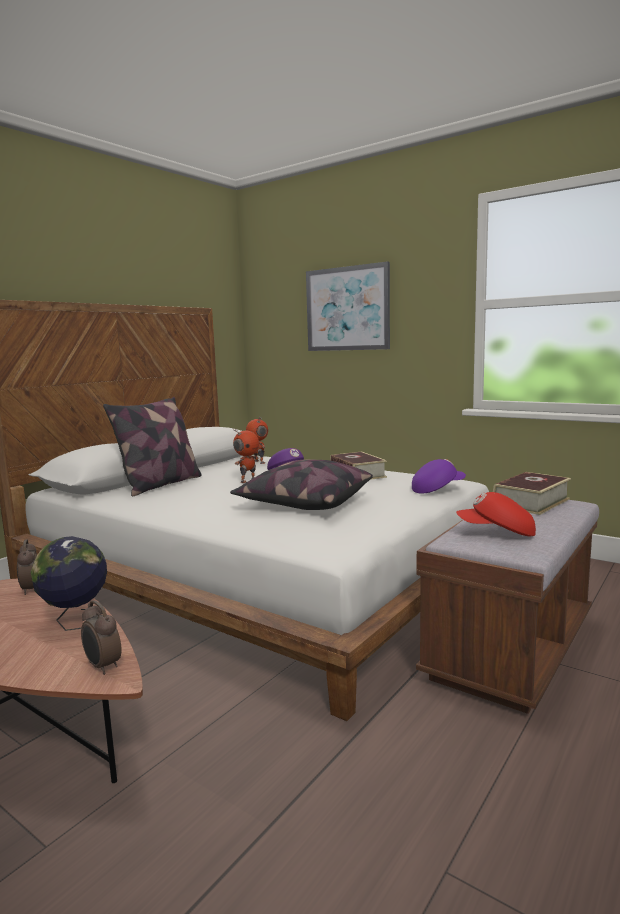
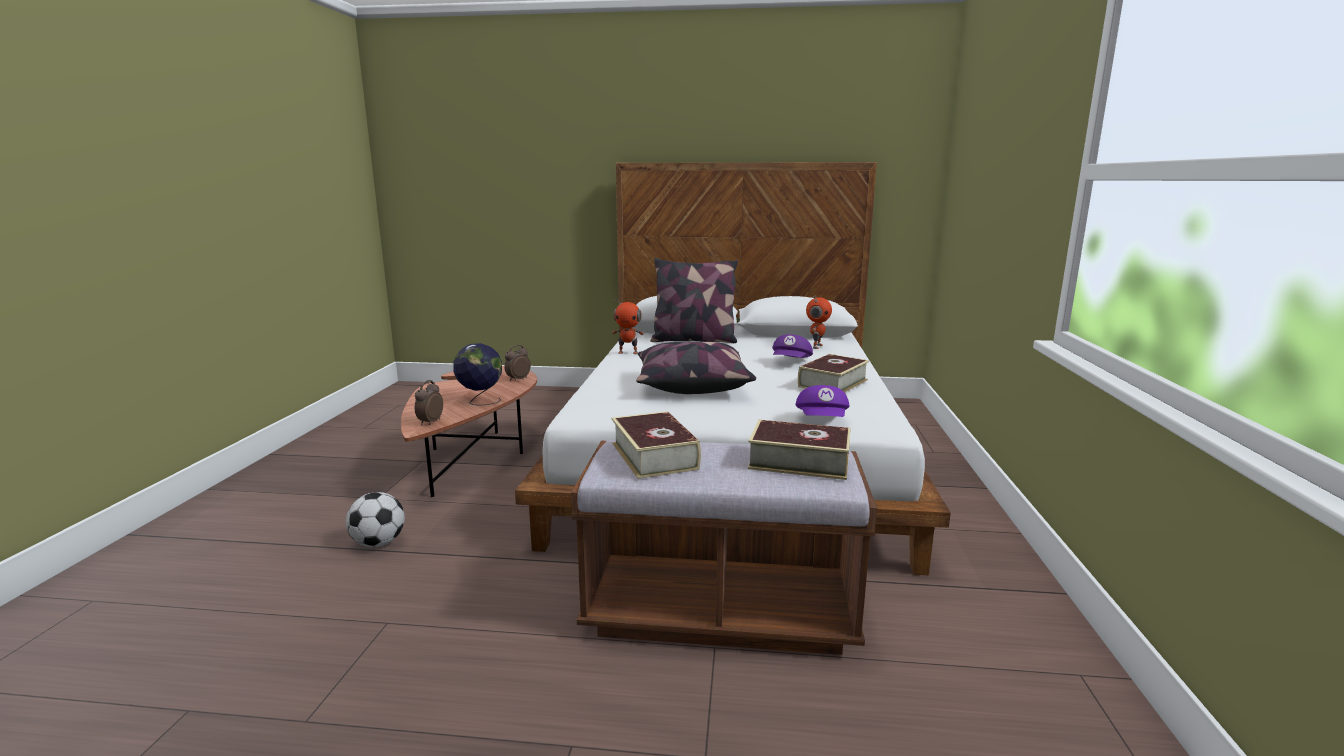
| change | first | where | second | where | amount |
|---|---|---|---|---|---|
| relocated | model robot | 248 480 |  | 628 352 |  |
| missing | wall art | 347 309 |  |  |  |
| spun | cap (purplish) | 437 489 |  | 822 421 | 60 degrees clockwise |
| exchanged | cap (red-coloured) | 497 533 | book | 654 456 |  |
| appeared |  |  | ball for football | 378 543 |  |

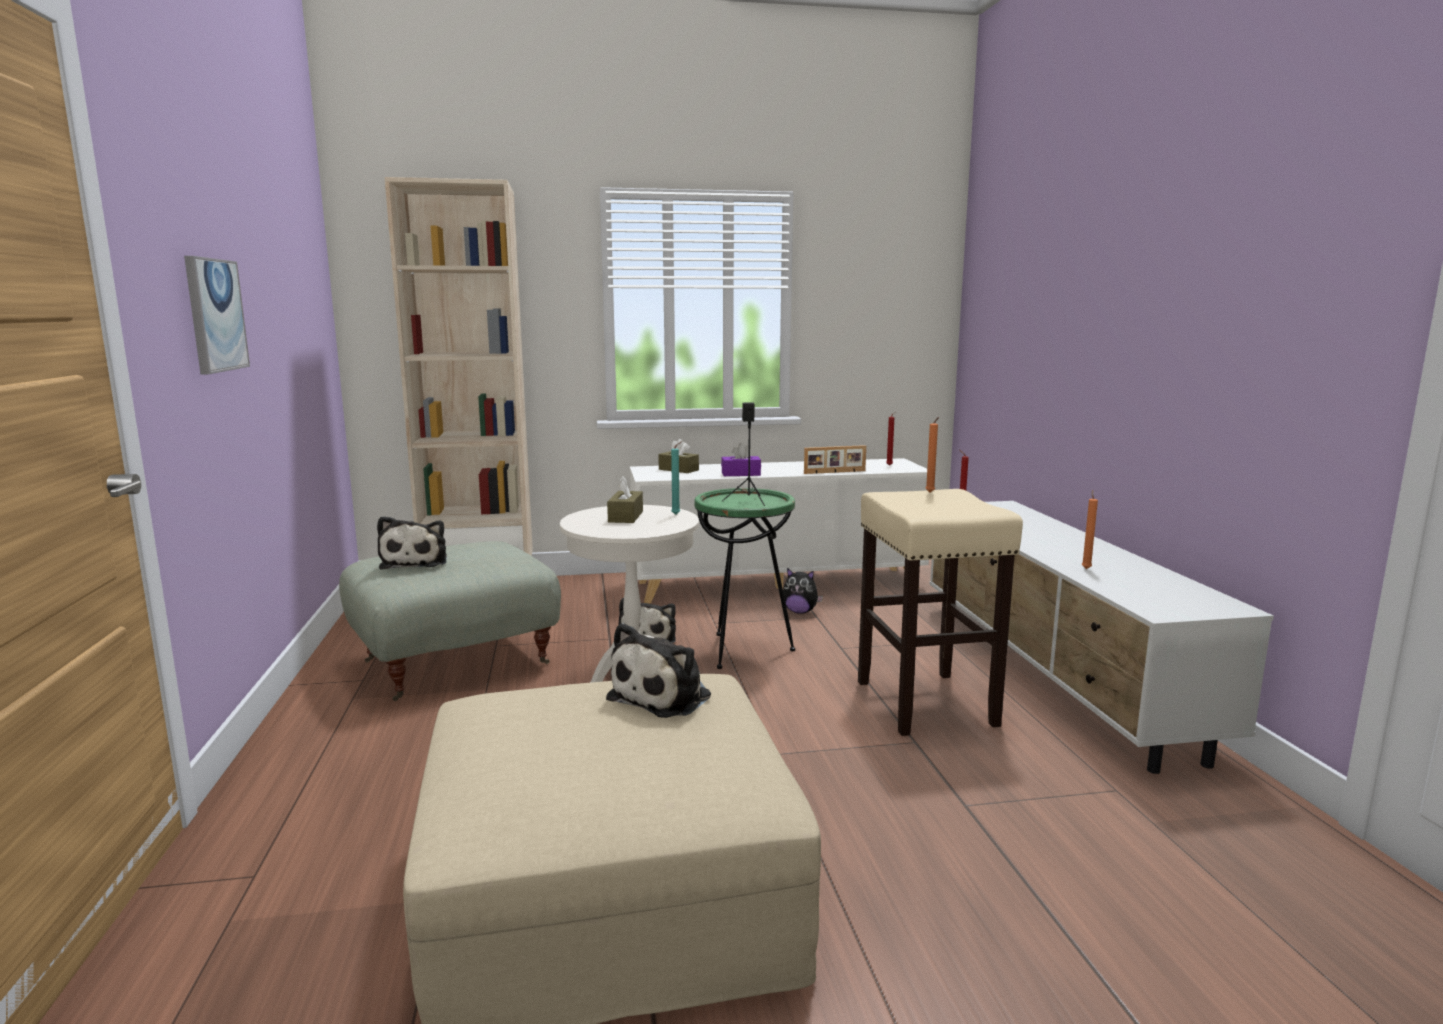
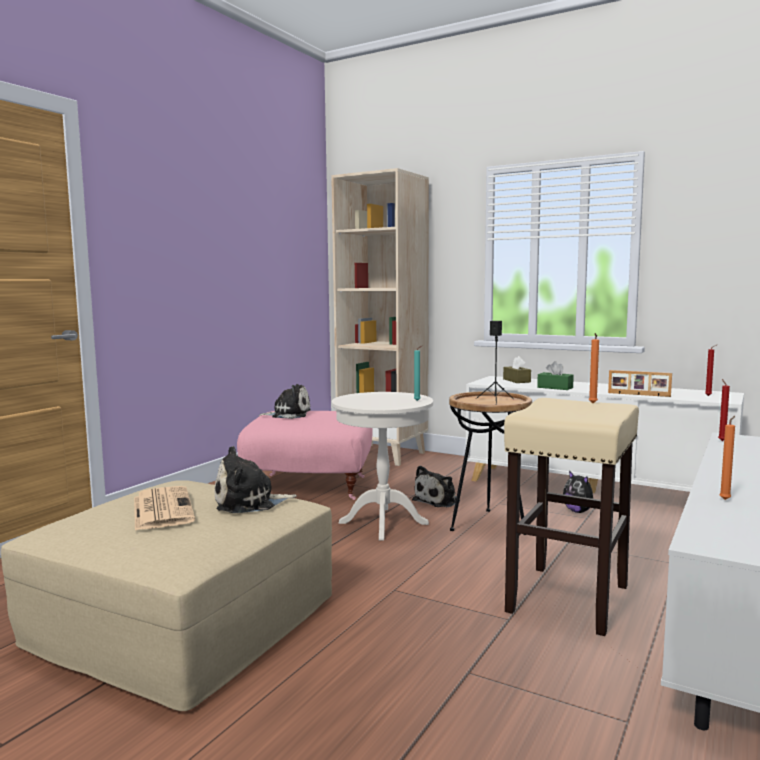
| change | first | where | second | where | amount |
|---|---|---|---|---|---|
| missing | wall art | 215 315 |  |  |  |
| colour | ottoman (gray) | 455 661 | ottoman (pink) | 310 486 |  |
| spun | soft toy | 416 562 |  | 288 414 | 120 degrees counterclockwise |
| missing | tissue holder (brown) | 625 517 |  |  |  |
| colour | side table (green) | 744 650 | side table (brown) | 488 524 |  |
| colour | tissue holder (purplish) | 741 474 | tissue holder (green) | 555 387 |  |
| appeared |  |  | daily paper | 162 509 |  |

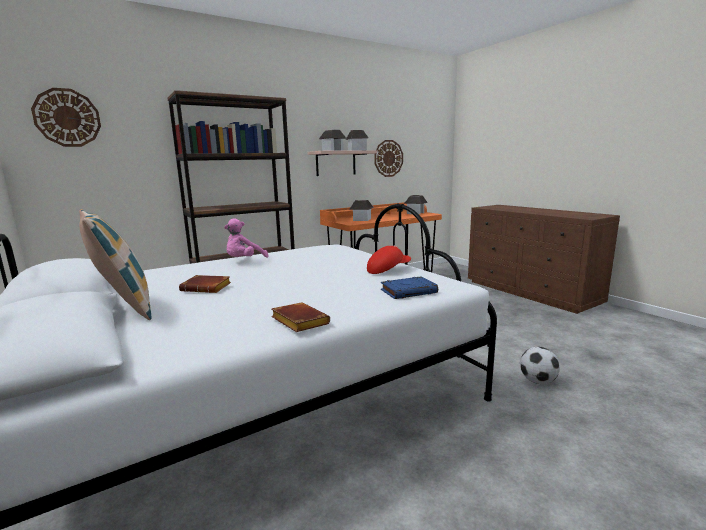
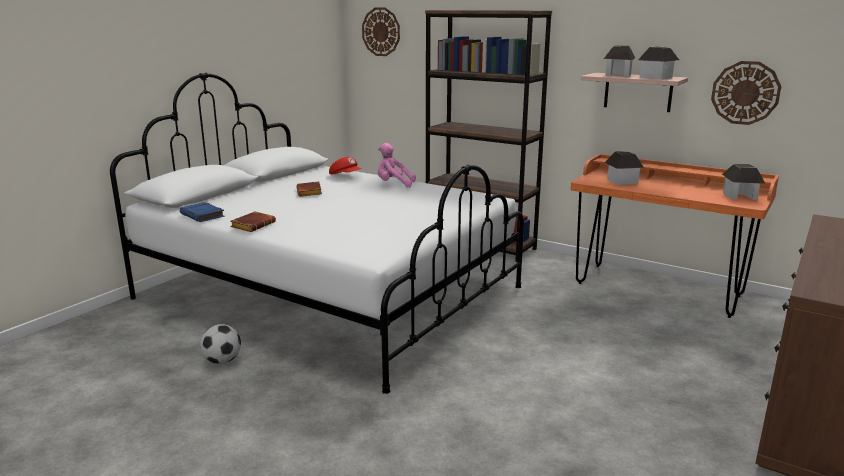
| change | first | where | second | where | amount |
|---|---|---|---|---|---|
| missing | pillow | 123 308 |  |  |  |
| relocated | cap (red-coloured) | 388 270 |  | 346 176 |  |
| relocated | book (bluish) | 409 291 |  | 203 215 |  |
| relocated | ball for football | 537 381 |  | 222 361 |  |

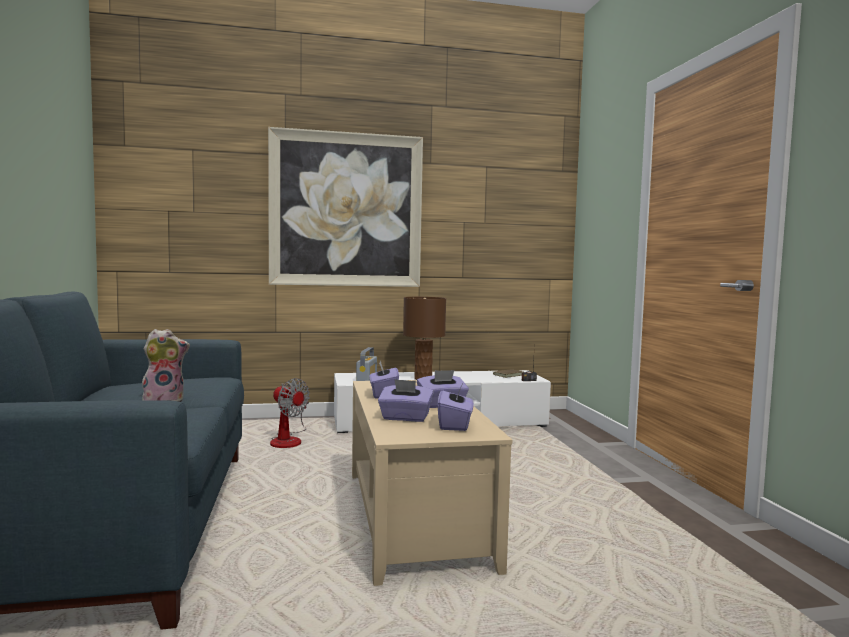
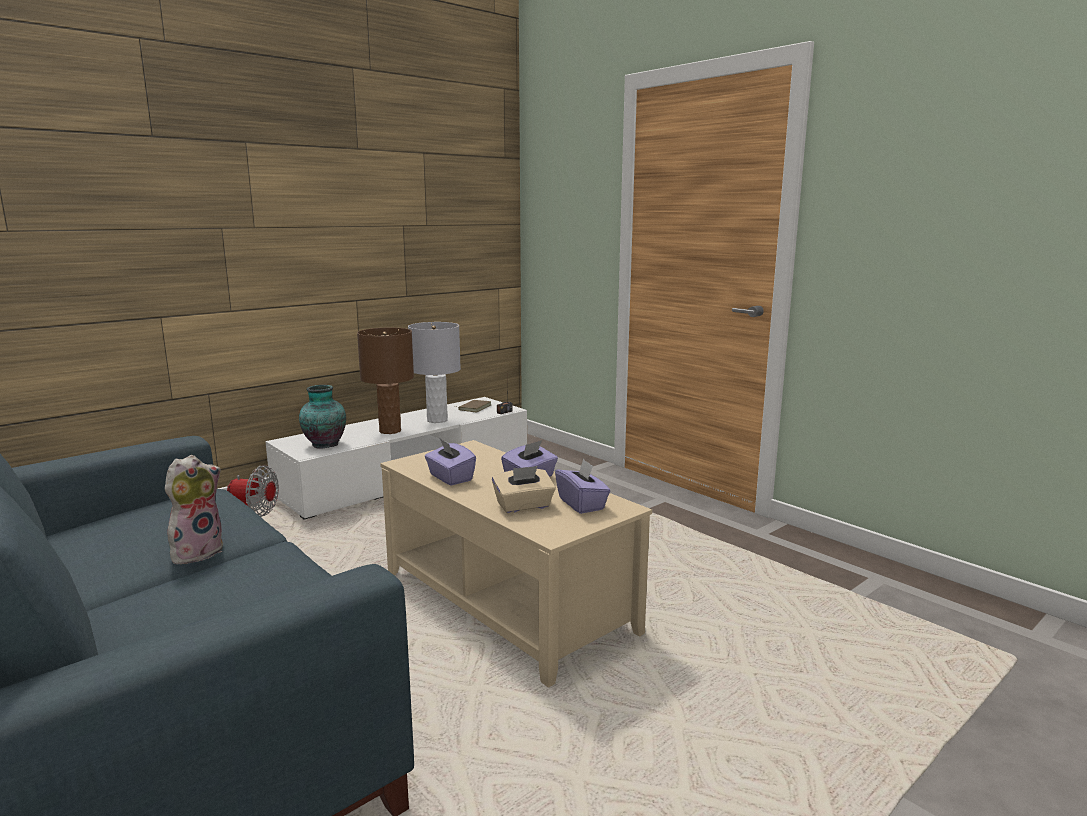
| change | first | where | second | where | amount |
|---|---|---|---|---|---|
| missing | wall art | 346 210 |  |  |  |
| exchanged | radio | 366 379 | decorative vase | 324 444 |  |
| colour | tissue holder (purplish) | 405 418 | tissue holder (beige) | 524 506 |  |
| appeared |  |  | tabletop lamp (gray) | 437 420 |  |

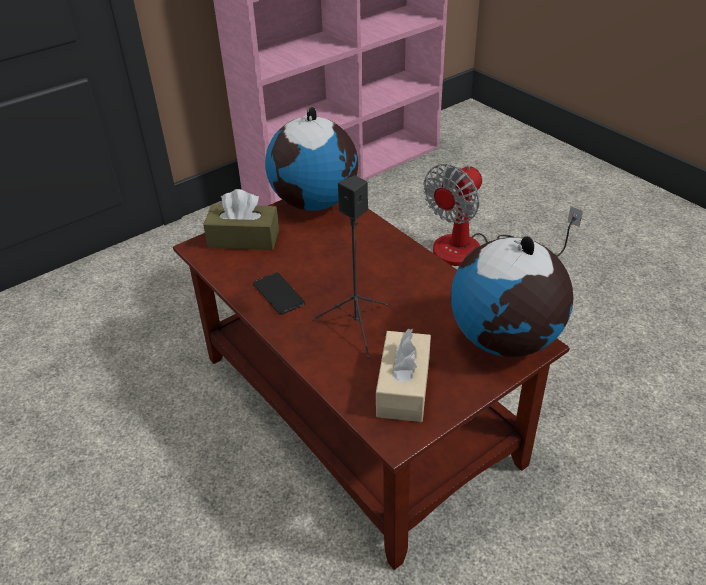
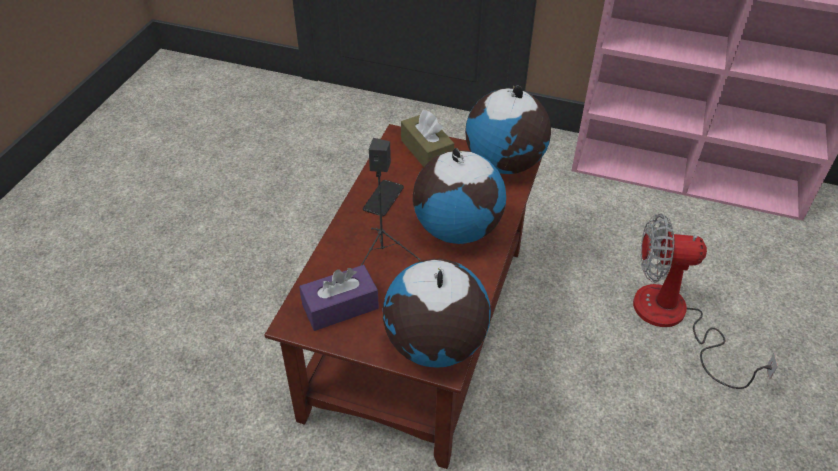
| change | first | where | second | where | amount |
|---|---|---|---|---|---|
| colour | tissue holder (beige) | 403 387 | tissue holder (purplish) | 340 307 |  |
| appeared |  |  | globe | 457 229 |  |

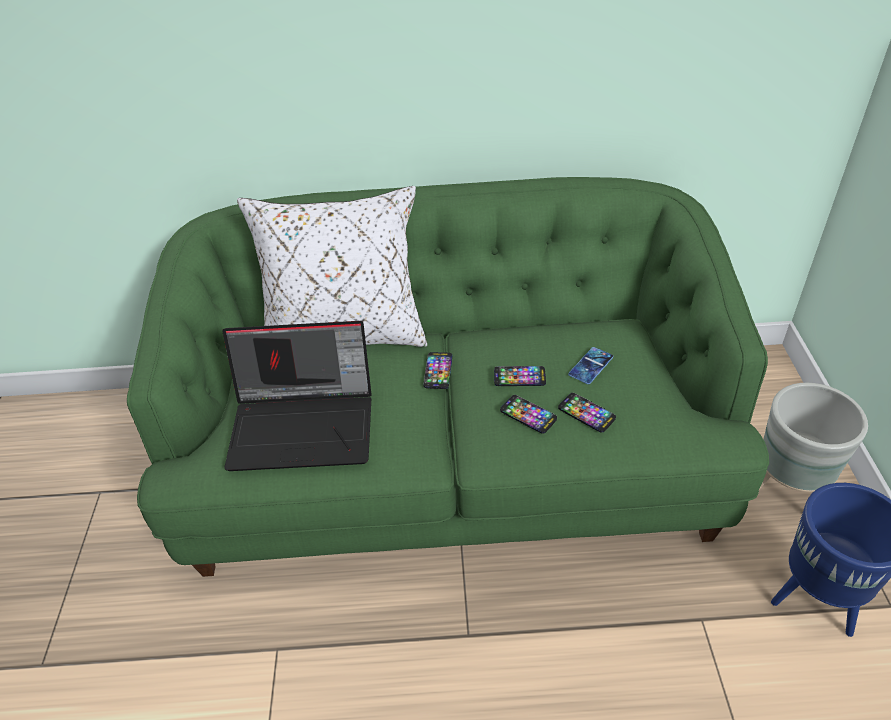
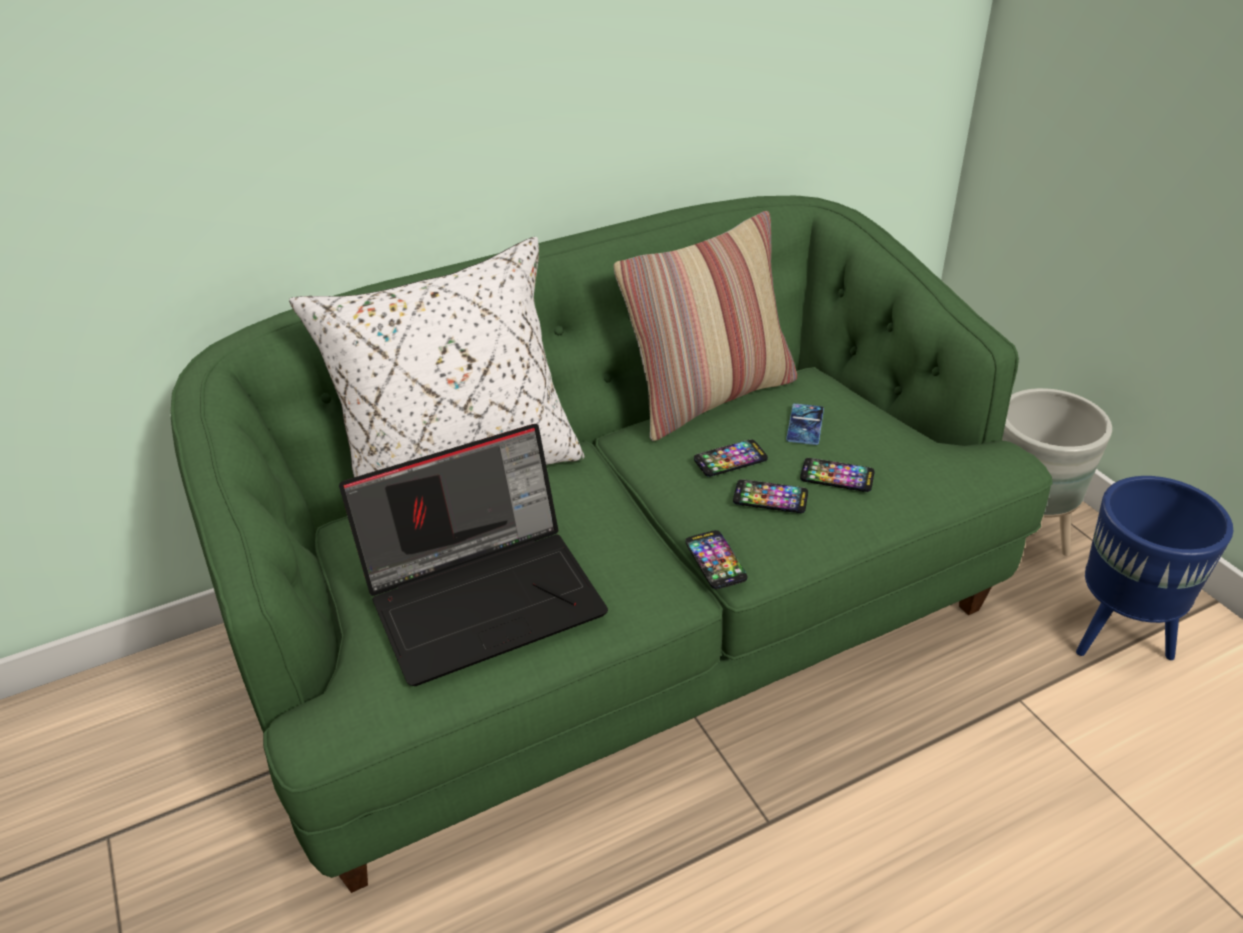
| change | first | where | second | where | amount |
|---|---|---|---|---|---|
| relocated | handset | 438 371 |  | 715 560 |  |
| appeared |  |  | pillow | 710 397 |  |

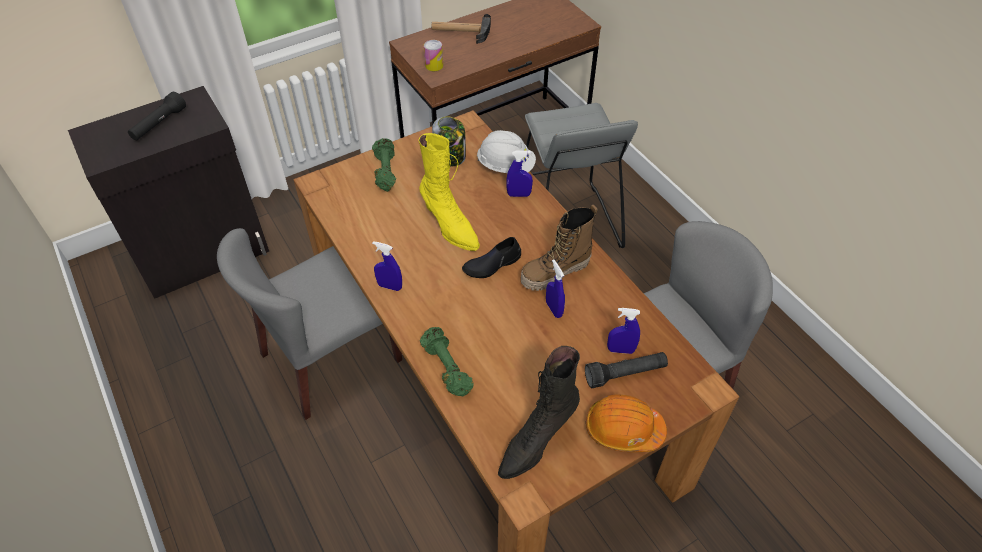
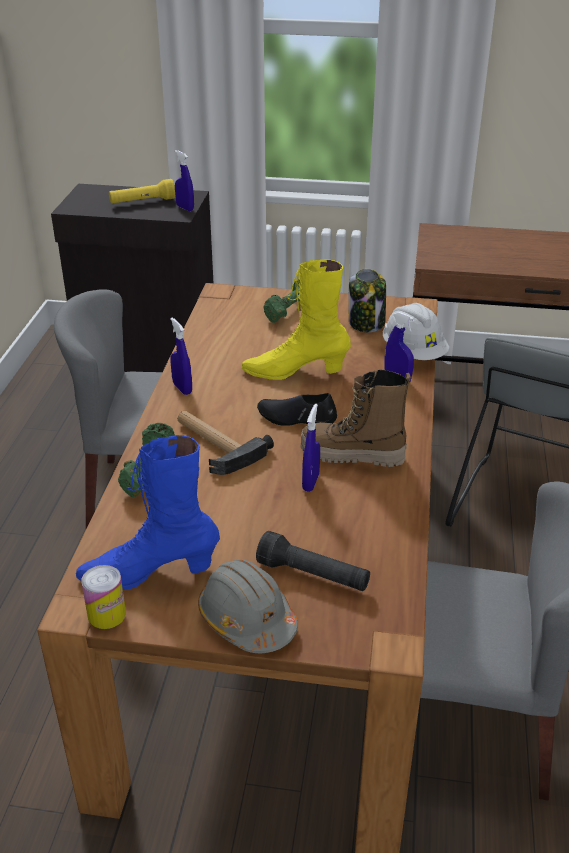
| change | first | where | second | where | amount |
|---|---|---|---|---|---|
| colour | hand torch (black-coloured) | 159 124 | hand torch (yellow-coloured) | 142 202 |  |
| spun | tall boot (yellow-coloured) | 449 226 |  | 295 372 | 90 degrees clockwise |
| relocated | metal can | 434 65 |  | 106 614 |  |
| relocated | hammer | 460 31 |  | 214 444 |  |
| colour | tall boot (black-coloured) | 536 441 | tall boot (bluish) | 149 573 |  |
| colour | work helmet (orange) | 623 429 | work helmet (gray) | 247 619 |  |
| relocated | hand sprayer (bluish) | 620 350 |  | 185 208 |  |

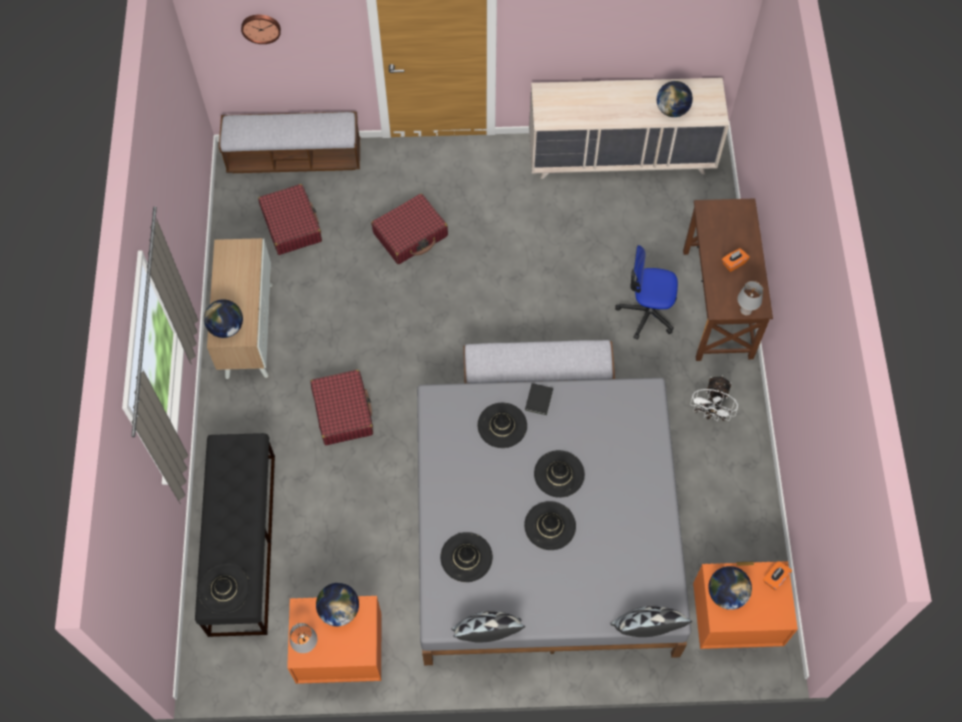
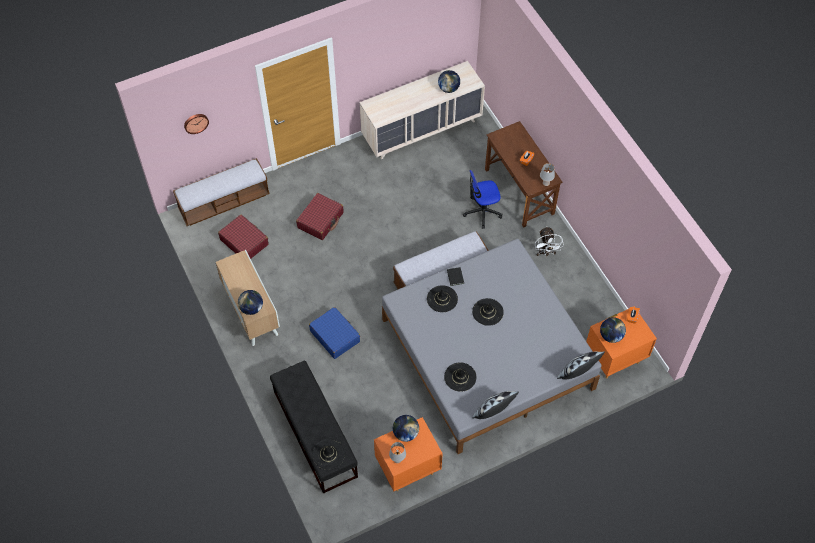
| change | first | where | second | where | amount |
|---|---|---|---|---|---|
| colour | travel case (red-coloured) | 343 412 | travel case (bluish) | 335 336 |  |
| missing | hat (black-coloured) | 550 526 |  |  |  |

